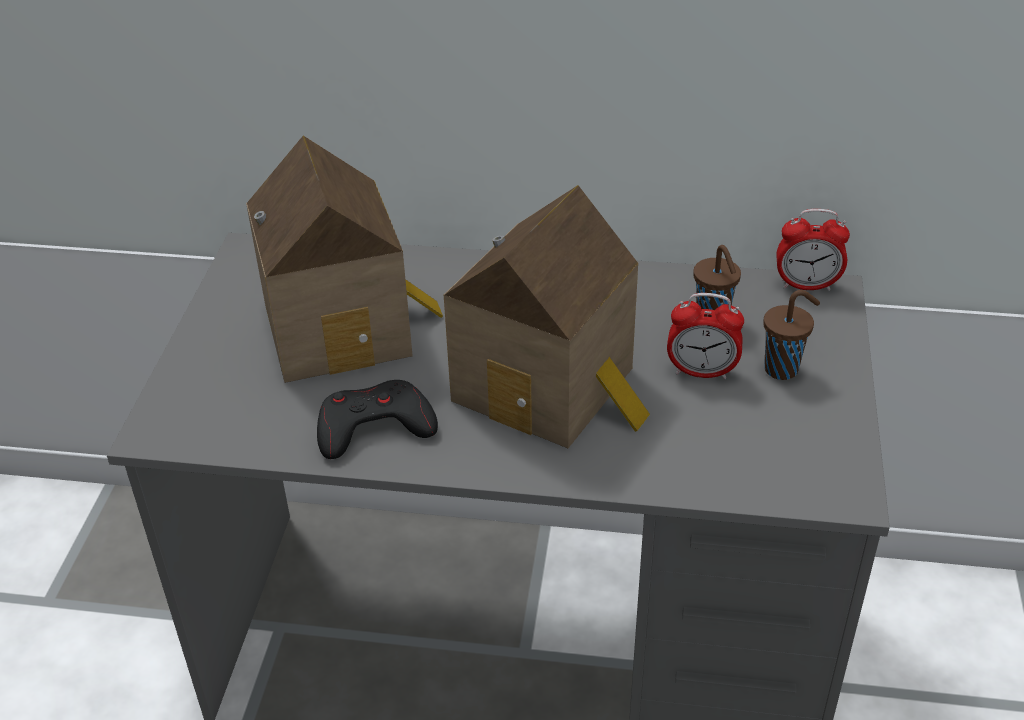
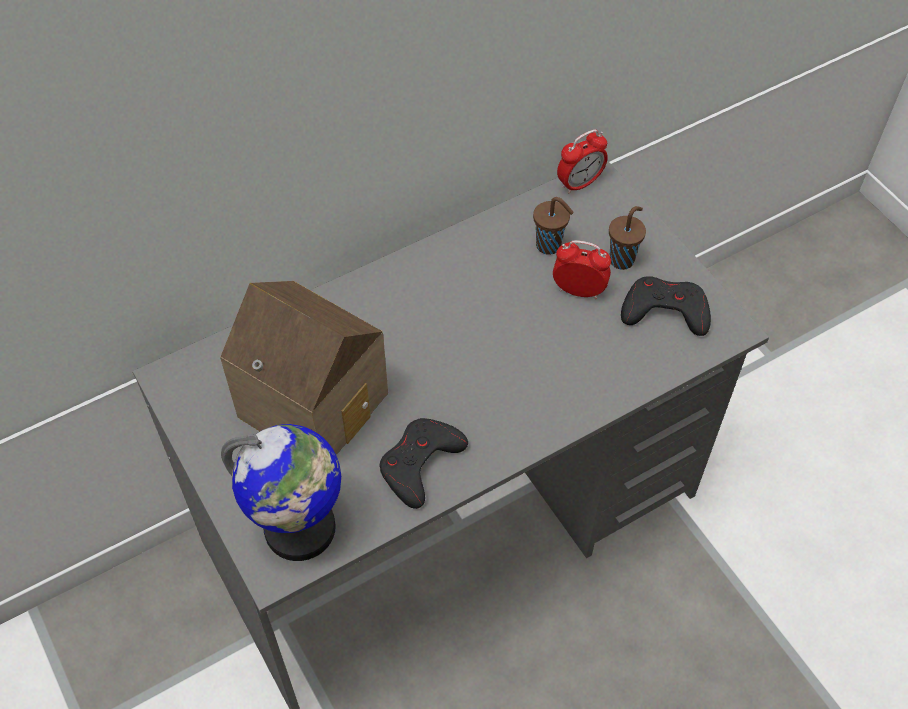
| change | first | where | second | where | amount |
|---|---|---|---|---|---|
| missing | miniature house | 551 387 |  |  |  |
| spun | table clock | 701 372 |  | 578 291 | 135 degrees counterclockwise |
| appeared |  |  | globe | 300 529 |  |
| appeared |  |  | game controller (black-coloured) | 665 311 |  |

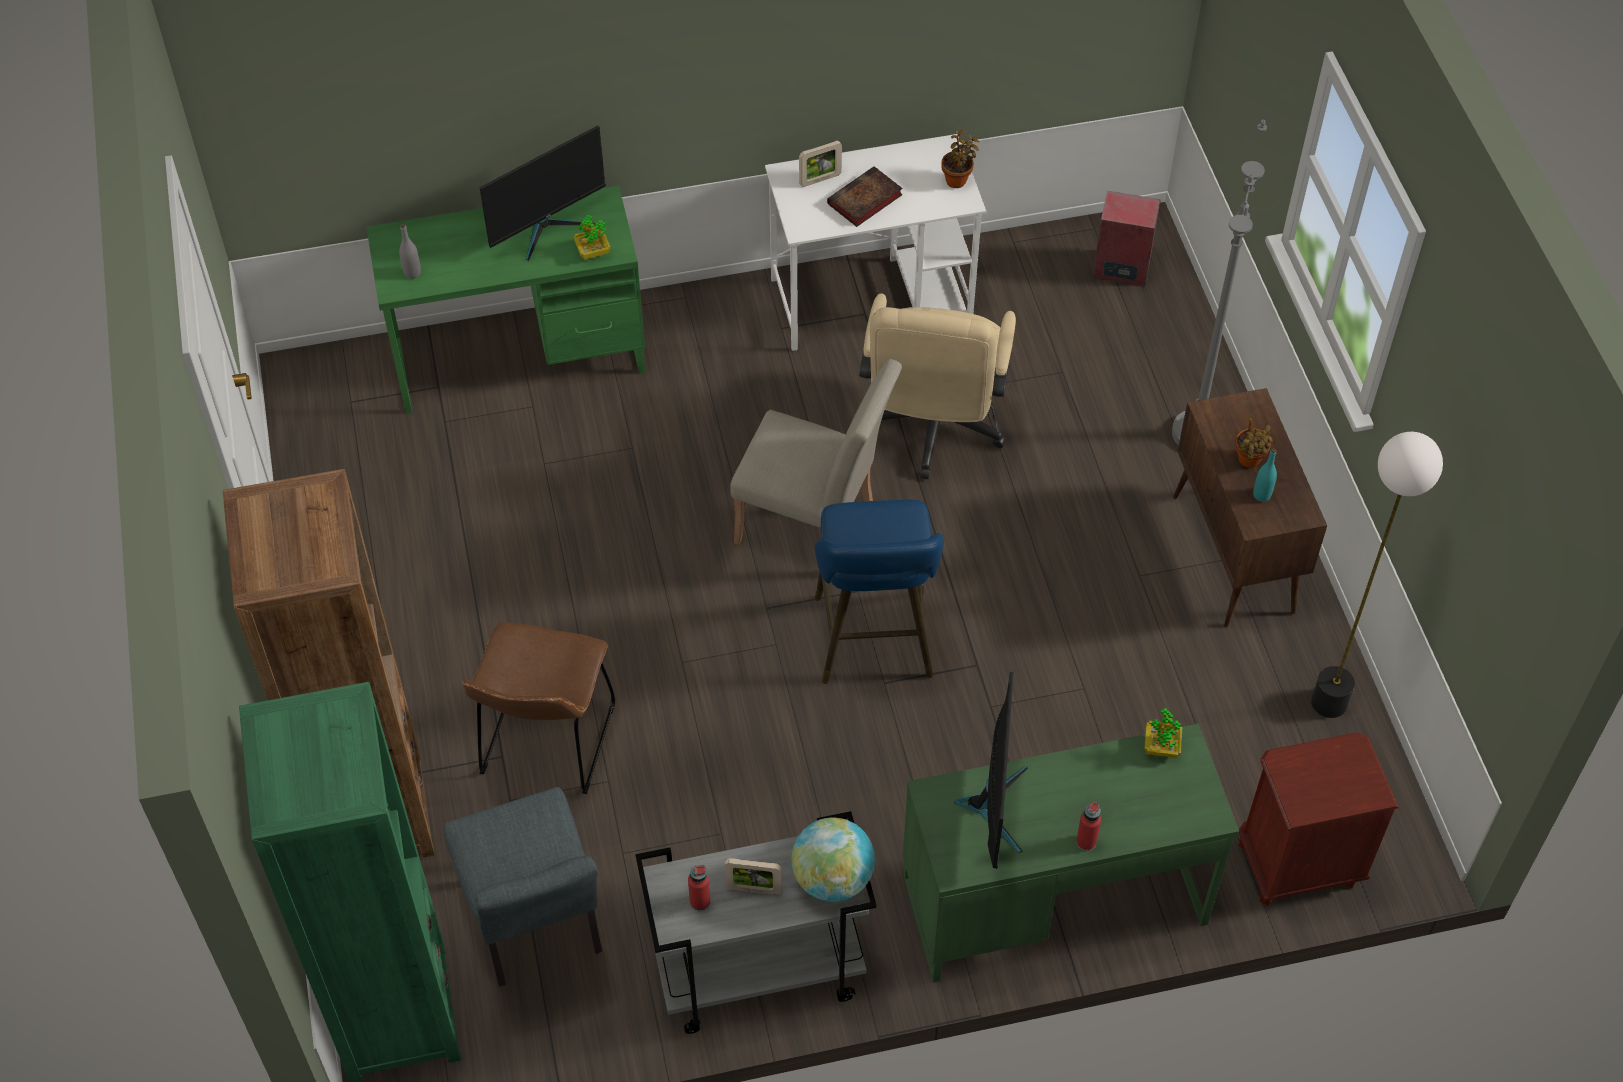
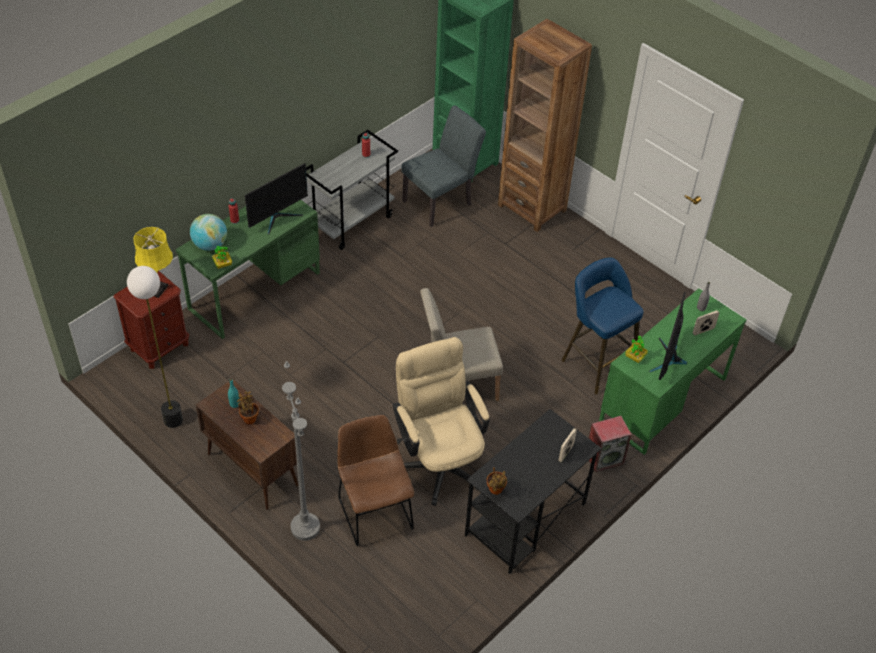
| change | first | where | second | where | amount |
|---|---|---|---|---|---|
| spun | chair (gray) | 536 927 |  | 441 201 | 105 degrees clockwise |
| relocated | chair (brown) | 546 746 |  | 374 510 |  |
| relocated | standing frame | 753 889 |  | 703 331 |  |
| colour | desk unit (white-coloured) | 873 299 | desk unit (black-coloured) | 525 520 |  |
| relocated | globe | 832 878 |  | 210 245 |  |
| relocated | stool seat (bluish) | 874 644 |  | 596 362 |  |
| missing | book | 864 201 |  |  |  |
| spun | monitor | 994 806 |  | 278 217 | 105 degrees counterclockwise |
| relocated | loudspeaker | 1120 268 |  | 604 458 |  |
| appeared |  |  | tabletop lamp (yellow-coloured) | 160 288 |  |

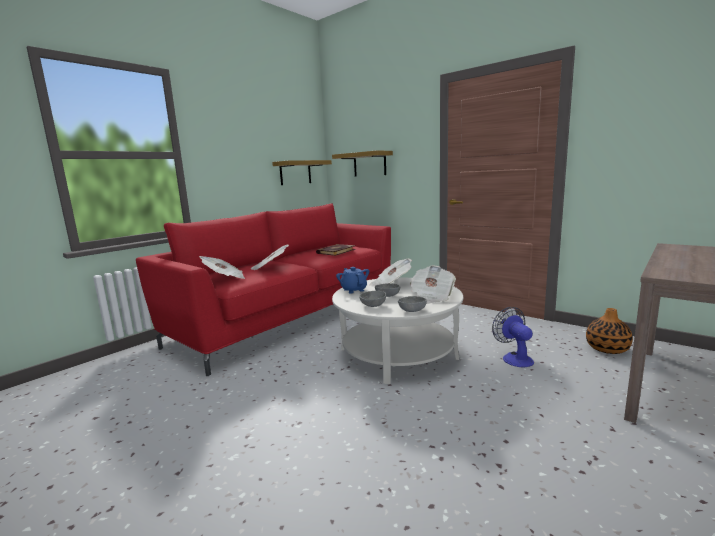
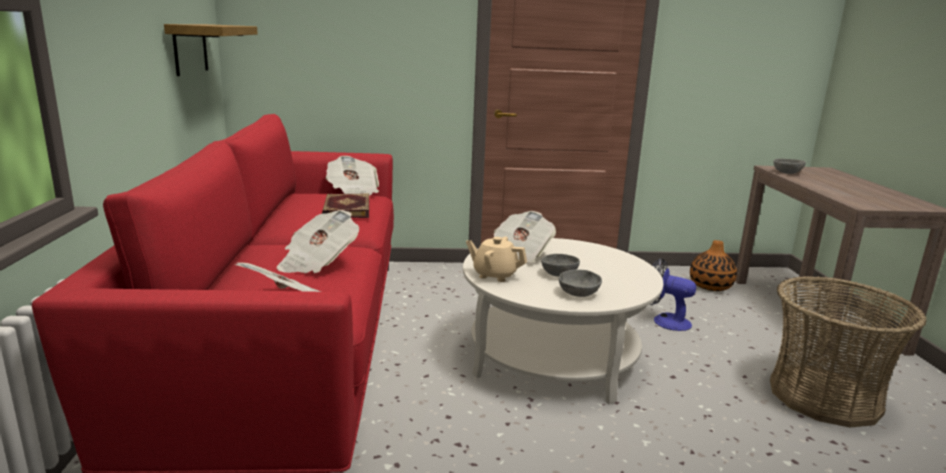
| change | first | where | second | where | amount |
|---|---|---|---|---|---|
| missing | bracket shelf | 369 164 |  |  |  |
| colour | tea pot (bluish) | 354 290 | tea pot (beige) | 495 275 |  |
| relocated | serving bowl (gray) | 411 310 |  | 786 173 |  |
| relocated | daily paper | 431 297 |  | 353 192 |  |
| appeared |  |  | storage basket | 824 396 |  |

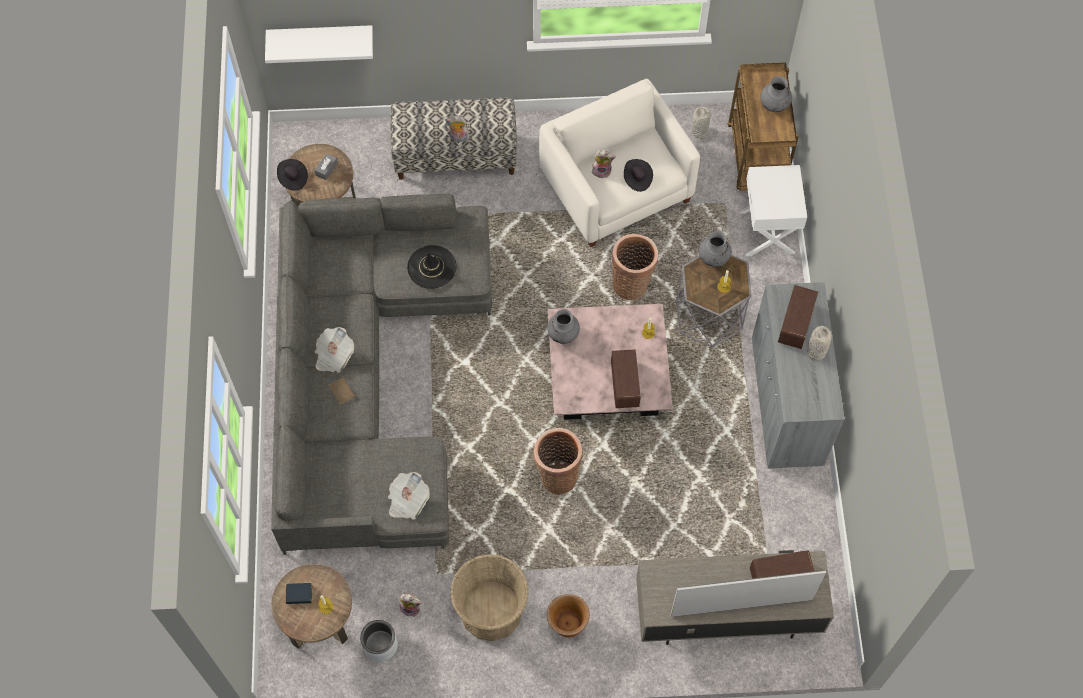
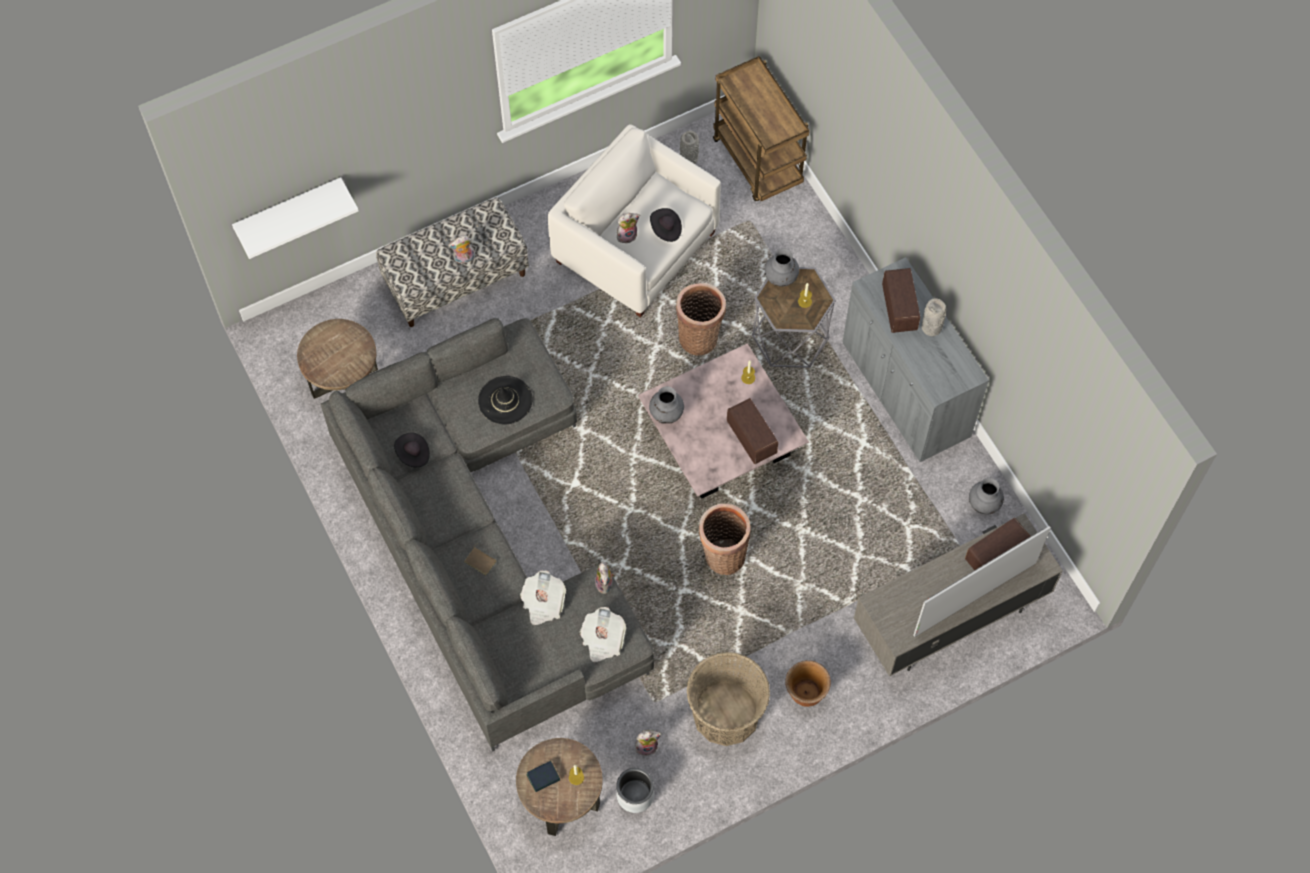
| change | first | where | second | where | amount |
|---|---|---|---|---|---|
| relocated | hat (black-coloured) | 293 179 |  | 413 454 |  |
| missing | tissue holder (gray) | 326 169 |  |  |  |
| relocated | daily paper | 333 356 |  | 543 603 |  |
| missing | nightstand (white-coloured) | 768 232 |  |  |  |
| relocated | decorative vase (gray) | 774 105 |  | 984 504 |  |
| appeared |  |  | soft toy | 605 584 |  |

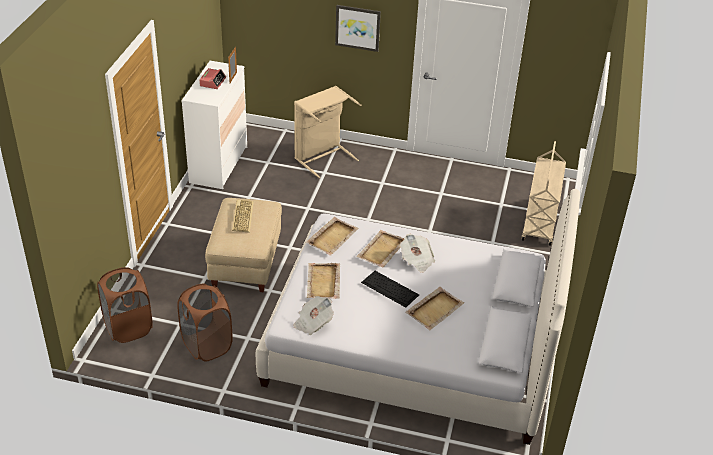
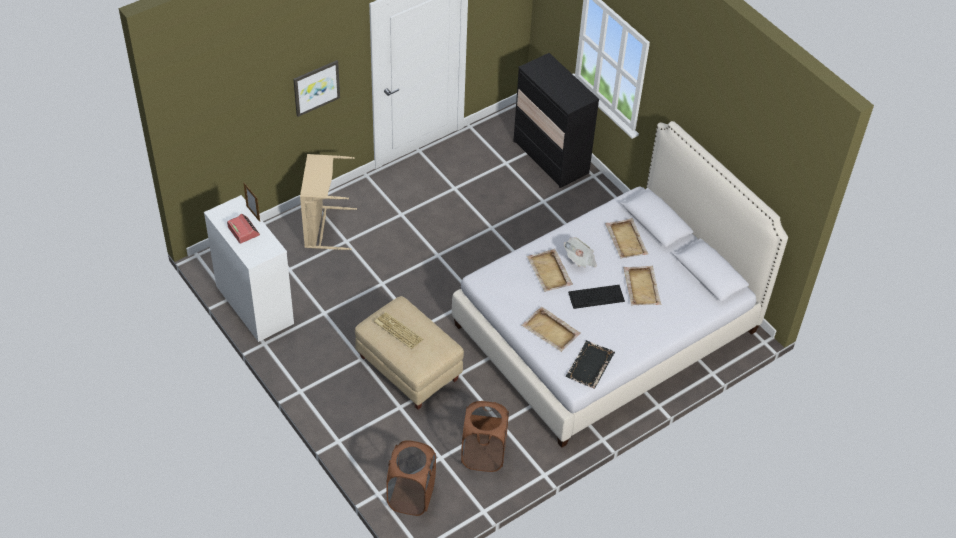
| change | first | where | second | where | amount |
|---|---|---|---|---|---|
| exchanged | daily paper | 313 323 | tray (black-coloured) | 589 366 |  |
| relocated | tray (beige) | 332 237 |  | 626 239 |  |
| exchanged | trolley (beige) | 540 223 | chest of drawers (black-coloured) | 550 158 |  |

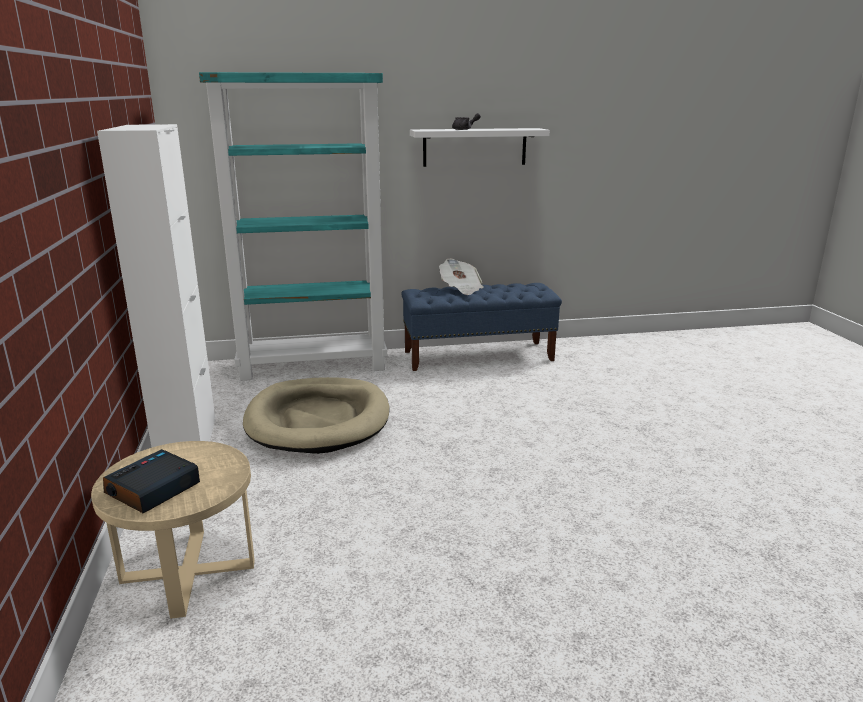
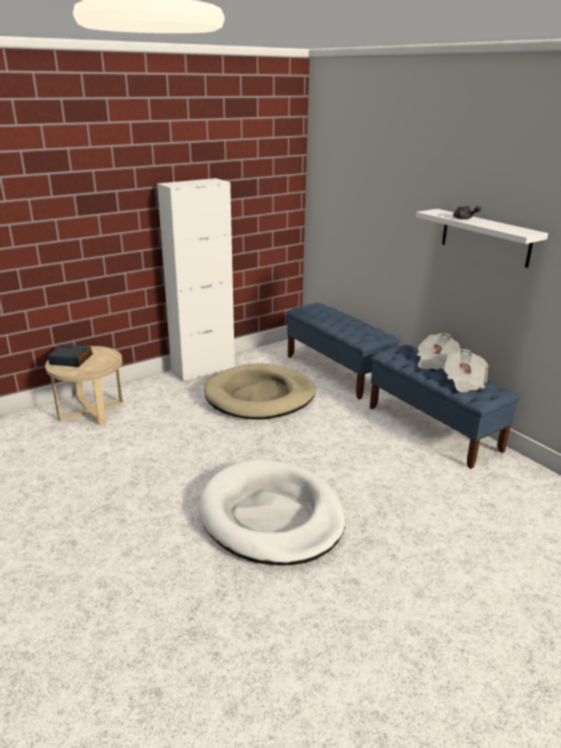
| change | first | where | second | where | amount |
|---|---|---|---|---|---|
| exchanged | bookcase (turquoise) | 314 365 | bench (bluish) | 337 371 |  |
| appeared |  |  | dog cushion (white-coloured) | 271 516 |  |
| appeared |  |  | daily paper | 464 382 |  |

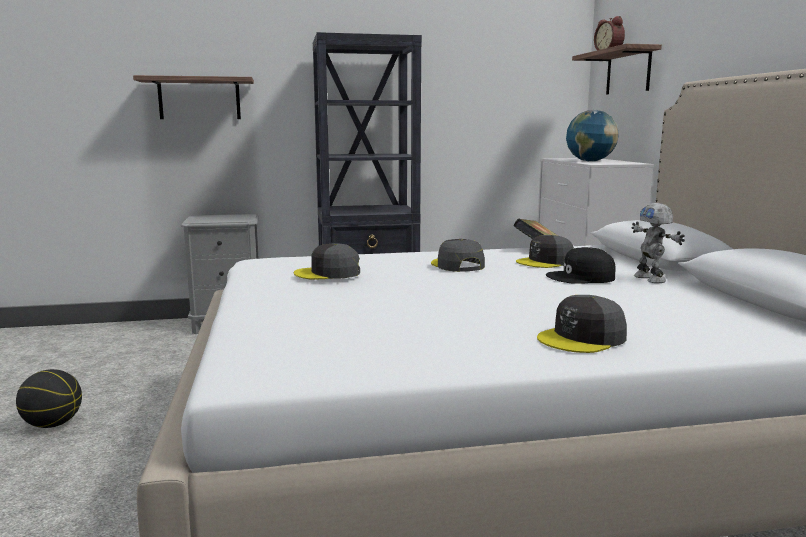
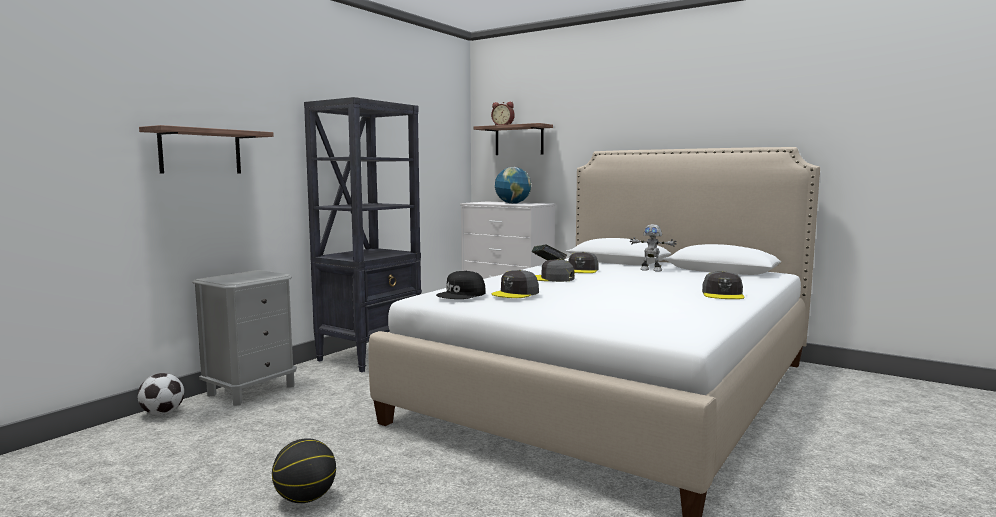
| change | first | where | second | where | amount |
|---|---|---|---|---|---|
| relocated | cap (black-coloured) | 581 277 |  | 461 294 |  |
| appeared |  |  | ball for football | 162 413 |  |

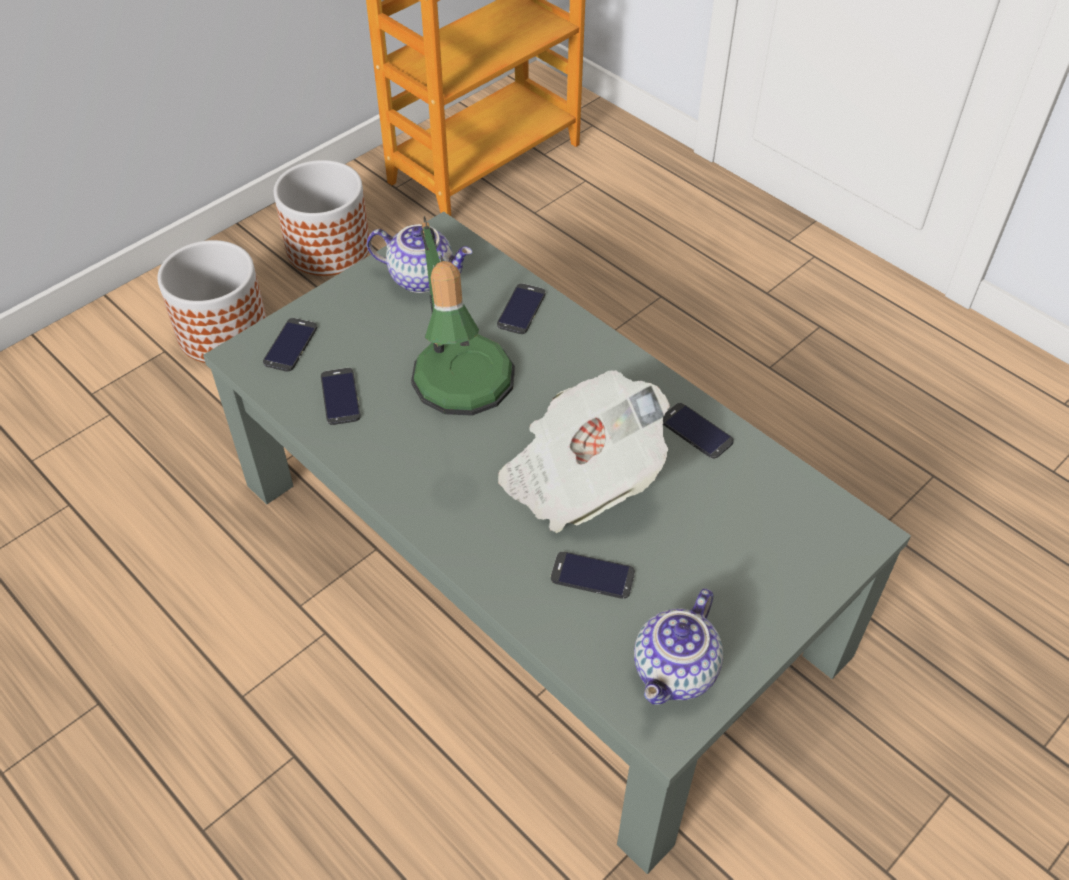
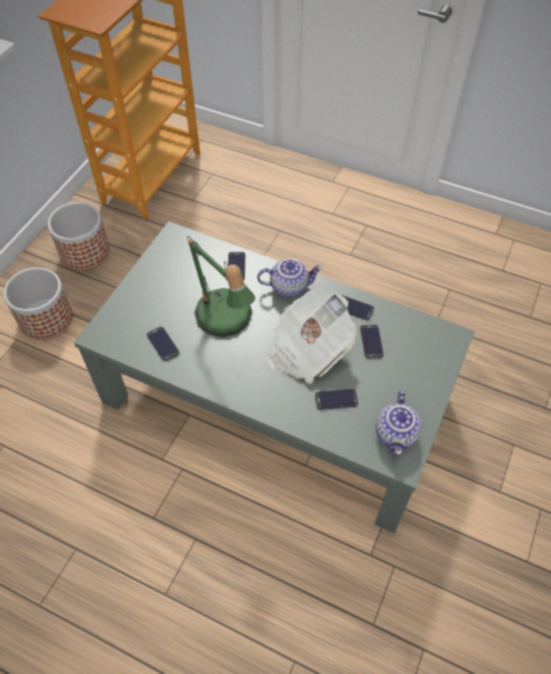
| change | first | where | second | where | amount |
|---|---|---|---|---|---|
| relocated | handset | 290 345 |  | 371 341 |  |
| relocated | tea pot | 423 277 |  | 289 286 |  |

